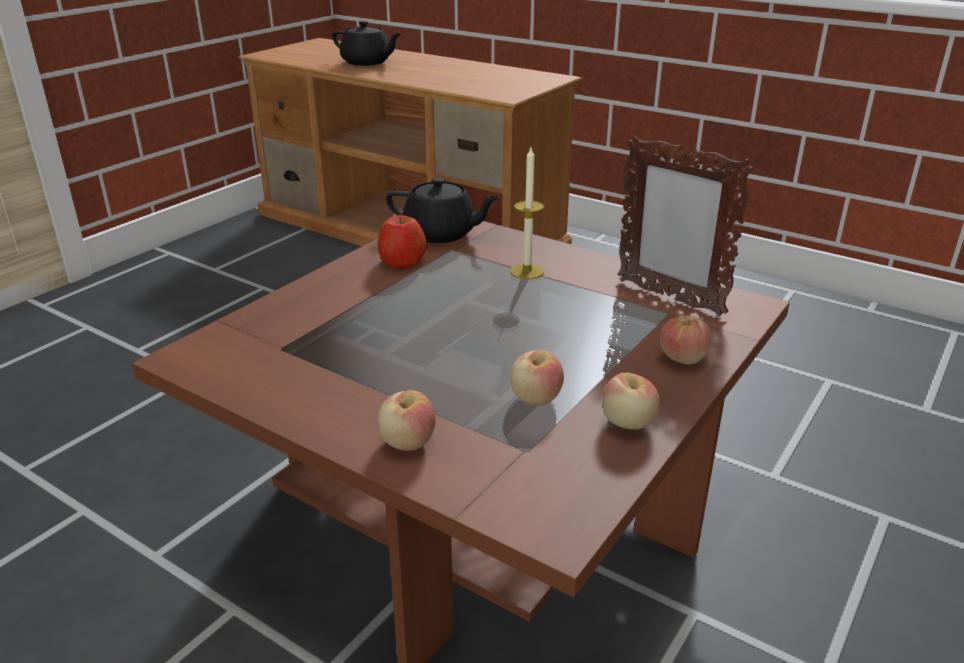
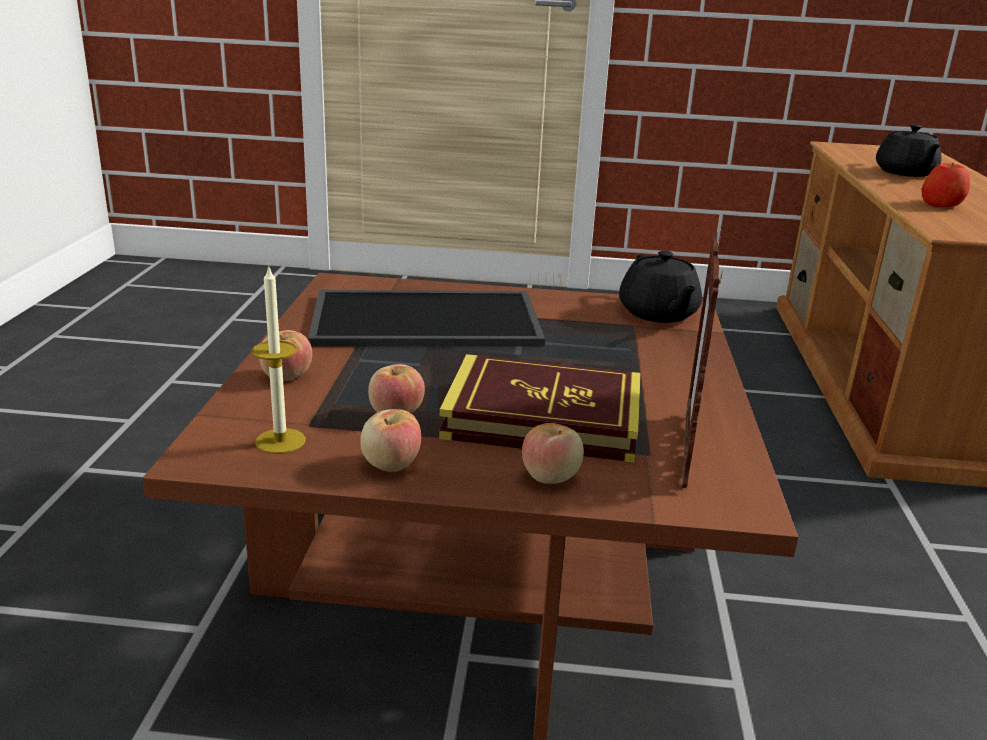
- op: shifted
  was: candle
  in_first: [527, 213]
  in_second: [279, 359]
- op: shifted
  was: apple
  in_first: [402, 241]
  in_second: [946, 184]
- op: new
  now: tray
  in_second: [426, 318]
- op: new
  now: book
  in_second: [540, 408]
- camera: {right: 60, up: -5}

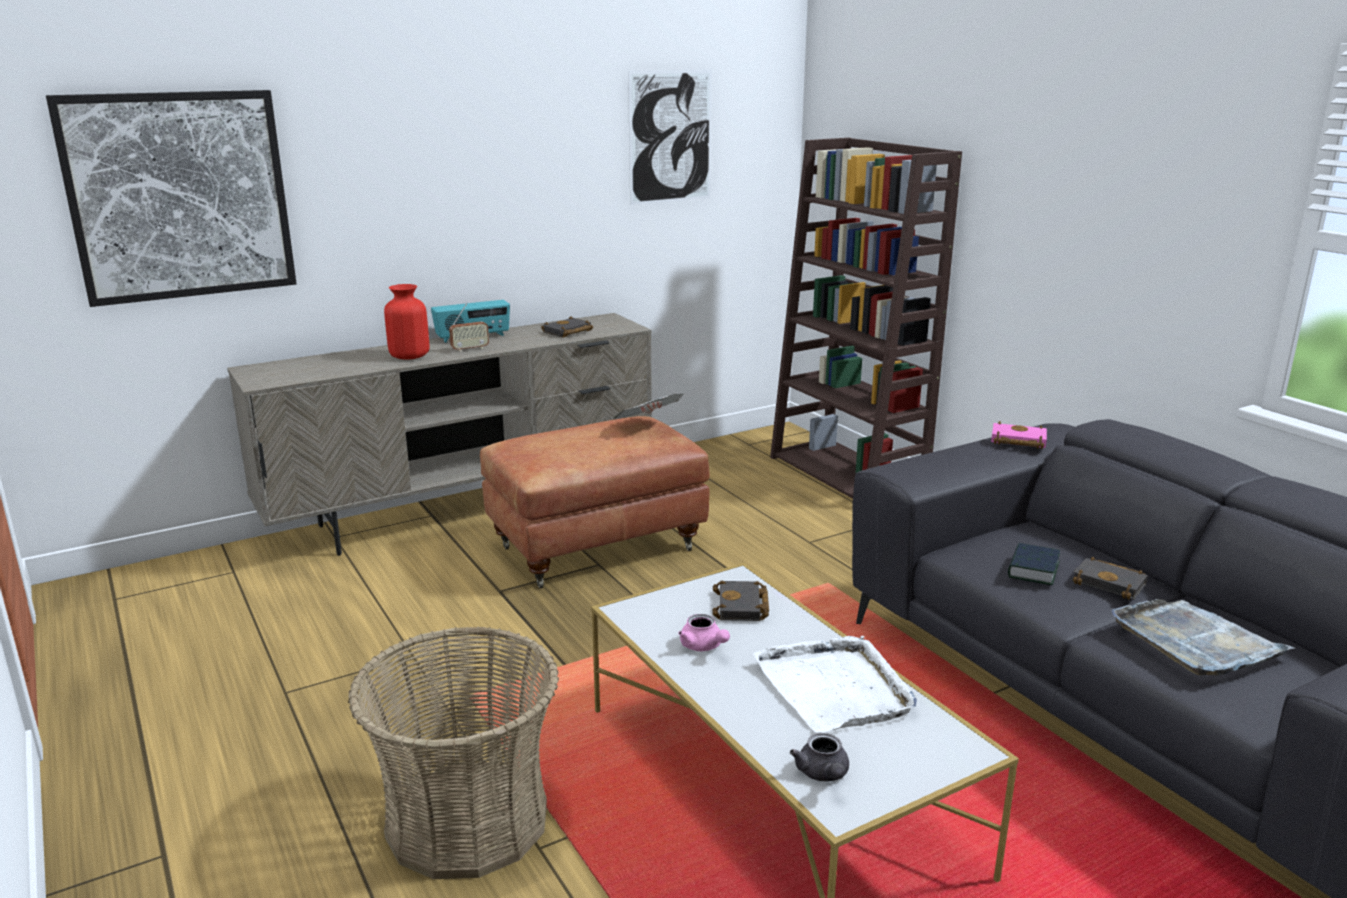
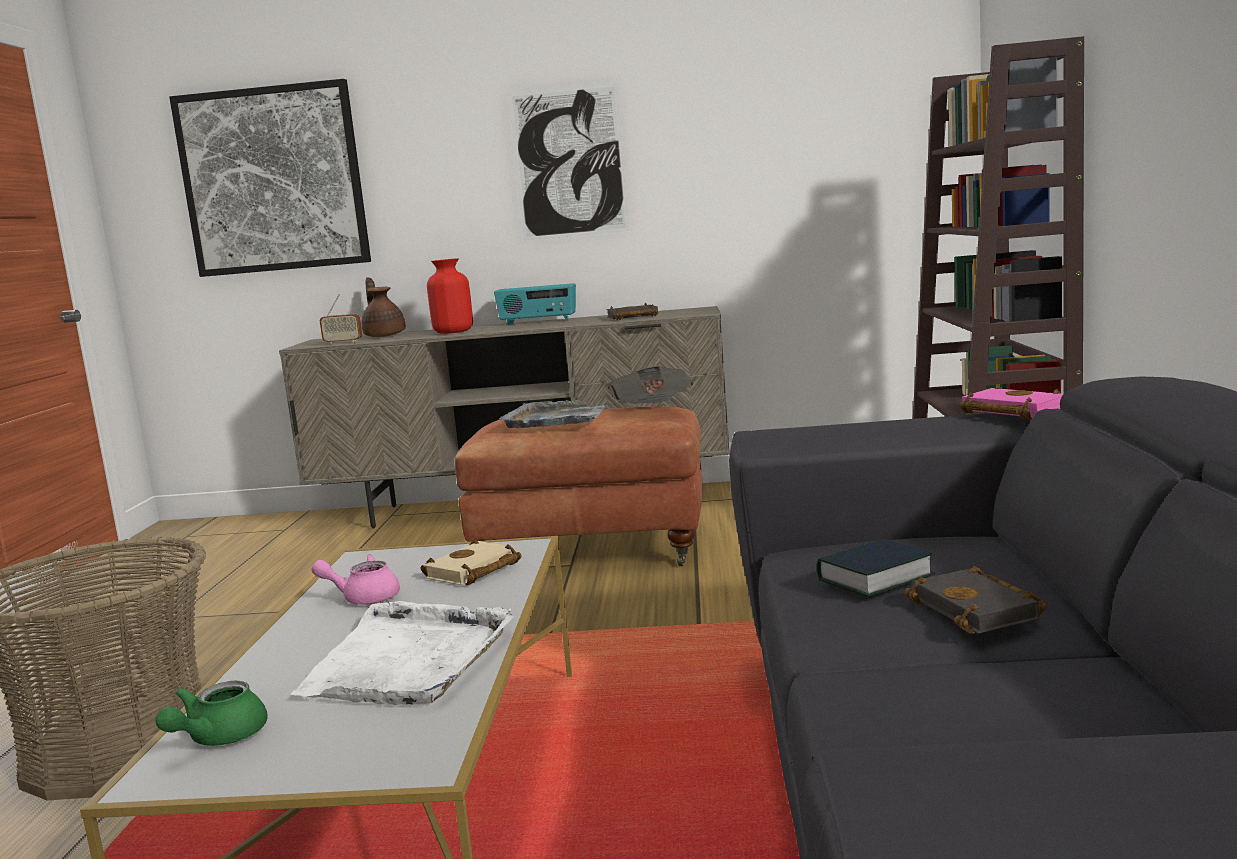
- op: shifted
  was: picture
  in_first: [670, 137]
  in_second: [568, 161]
- op: shifted
  was: radio
  in_first: [469, 328]
  in_second: [341, 319]
- op: repainted
  was: black book
  now: beige book
  in_first: [740, 601]
  in_second: [471, 562]
- op: shifted
  was: grey tray
  in_first: [1203, 637]
  in_second: [552, 414]
- op: rotated
  was: pink teapot
  in_first: [704, 632]
  in_second: [355, 579]
  clockwise: 90
- op: repainted
  was: grey teapot
  now: green teapot
  in_first: [819, 757]
  in_second: [211, 713]
- op: new
  now: brown teapot
  in_second: [383, 307]
- camera: {right: 35, up: -10}

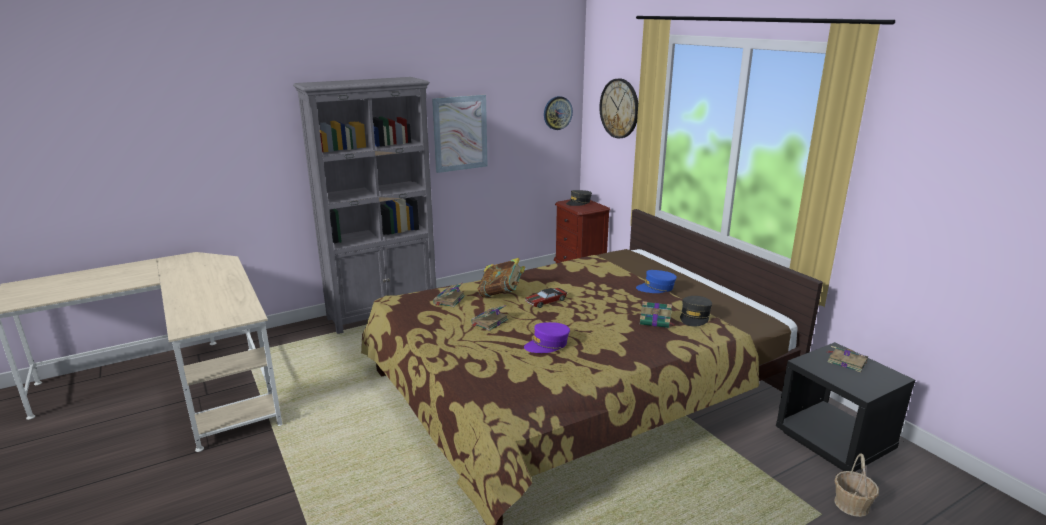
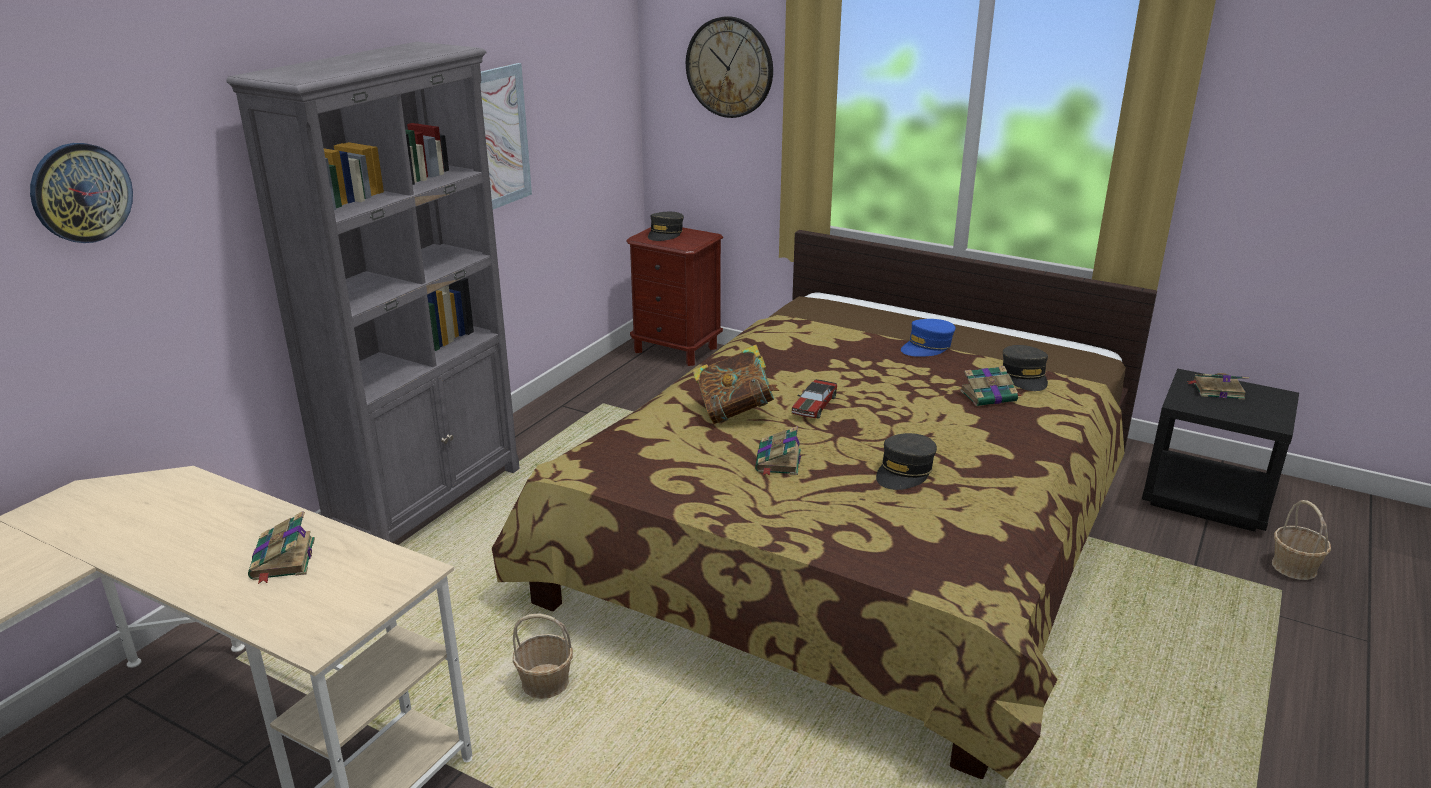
- op: shifted
  was: wall clock
  in_first: [558, 113]
  in_second: [81, 193]
- op: shifted
  was: book
  in_first: [449, 294]
  in_second: [281, 547]
- op: repainted
  was: purple cap
  now: grey cap
  in_first: [547, 337]
  in_second: [906, 461]
- op: new
  now: basket
  in_second: [543, 656]
- camera: {right: -30, up: 5}

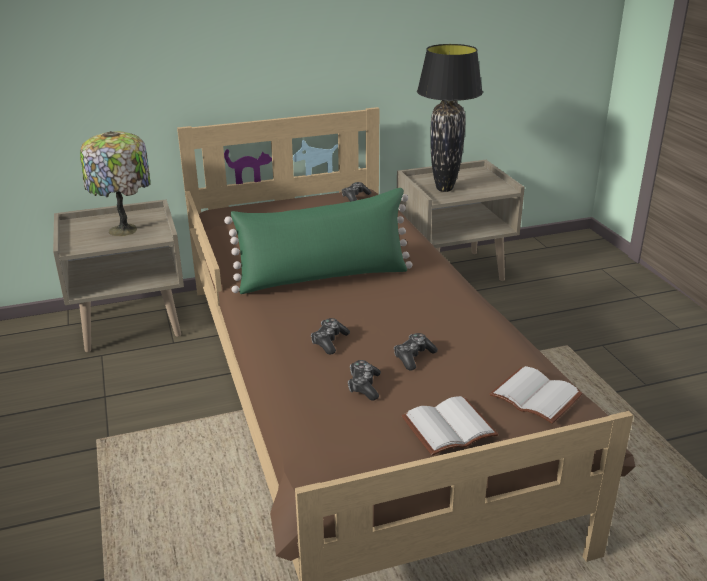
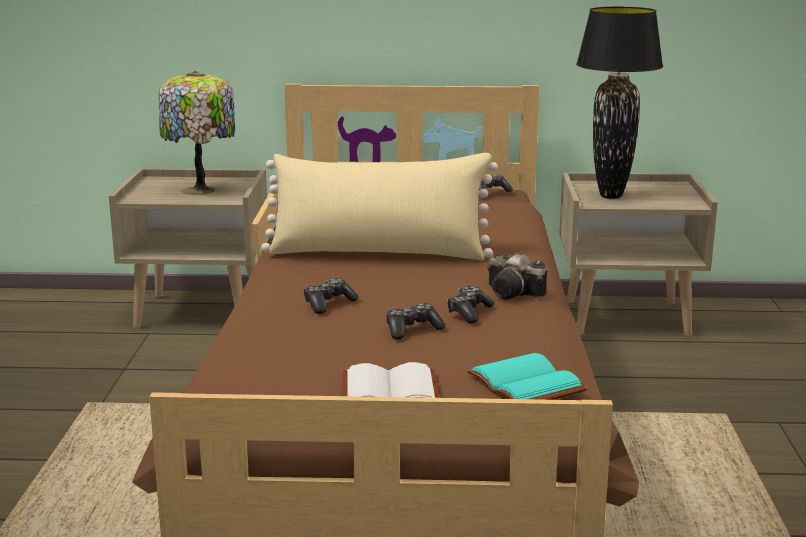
- op: repainted
  was: green pillow
  now: beige pillow
  in_first: [318, 241]
  in_second: [379, 206]
- op: shifted
  was: game controller
  in_first: [364, 380]
  in_second: [470, 304]
- op: repainted
  was: white book
  now: turquoise book
  in_first: [536, 395]
  in_second: [527, 376]
- op: new
  now: photo camera
  in_second: [517, 275]
- camera: {right: 20, up: -10}

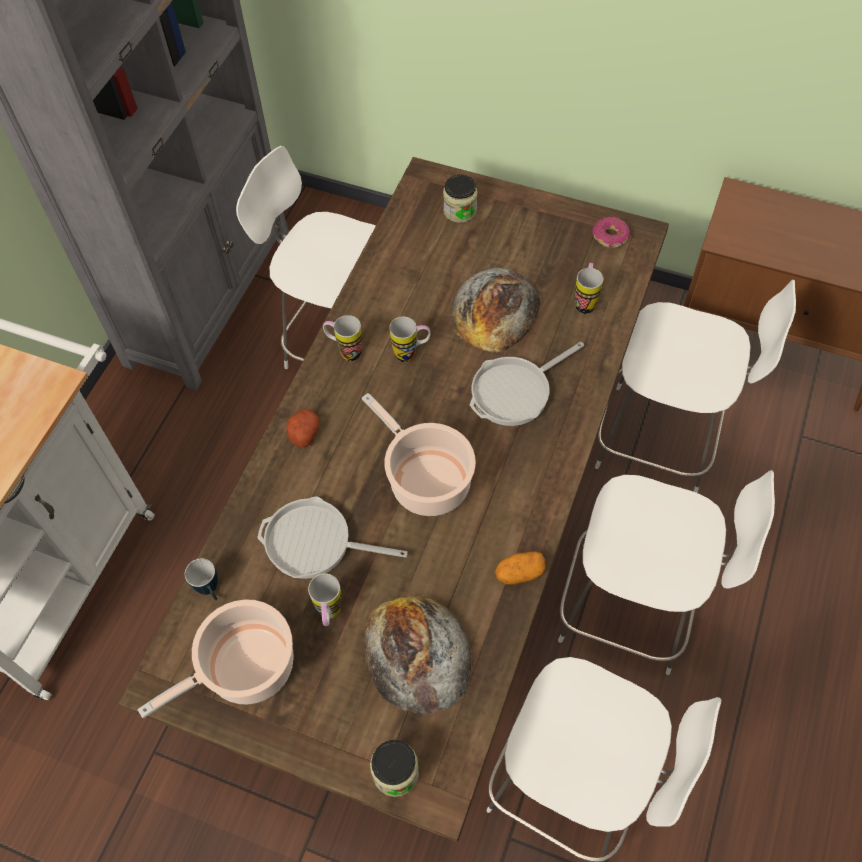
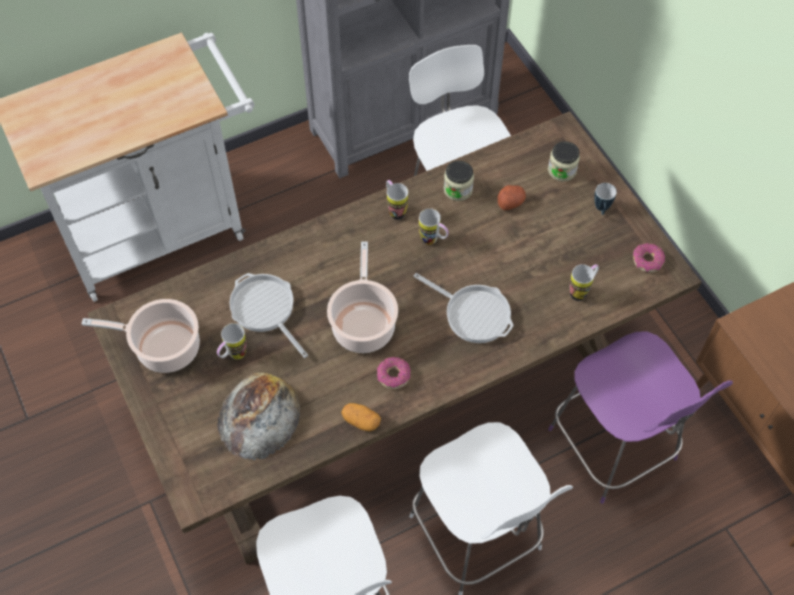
- op: gone
  was: bread
  in_first: [495, 310]
- op: repainted
  was: white chair
  now: purple chair
  in_first: [695, 386]
  in_second: [640, 417]
- op: rotated
  was: frying pan
  in_first: [527, 384]
  in_second: [464, 308]
  clockwise: -150
- op: shifted
  was: potato
  in_first: [303, 428]
  in_second: [512, 197]
- op: shifted
  was: mug
  in_first: [201, 579]
  in_second: [605, 199]
- op: shifted
  was: jar
  in_first: [394, 768]
  in_second: [459, 181]
- op: new
  now: donut
  in_second: [394, 373]
- camera: {right: 40, up: 0}

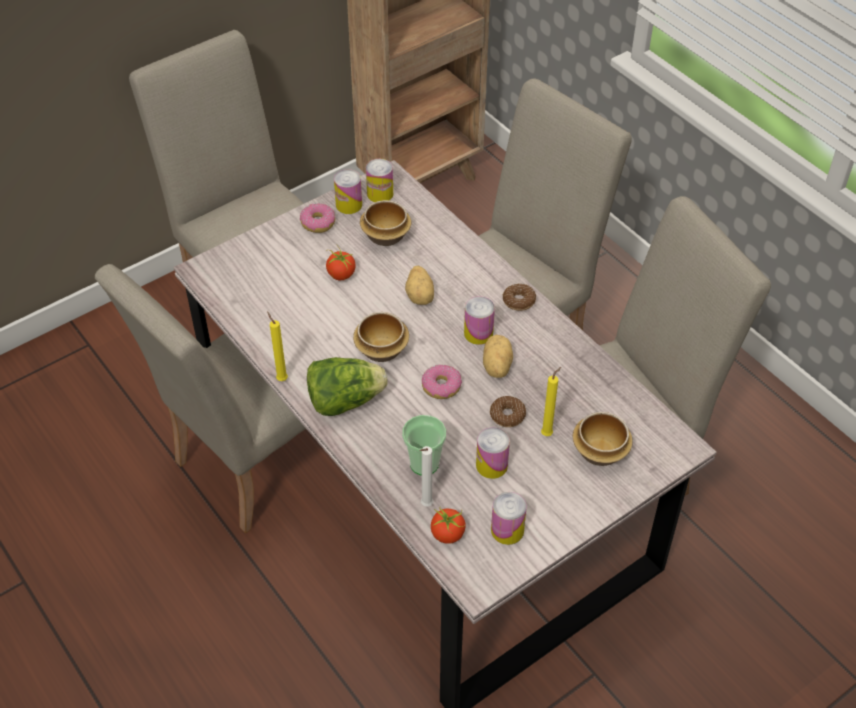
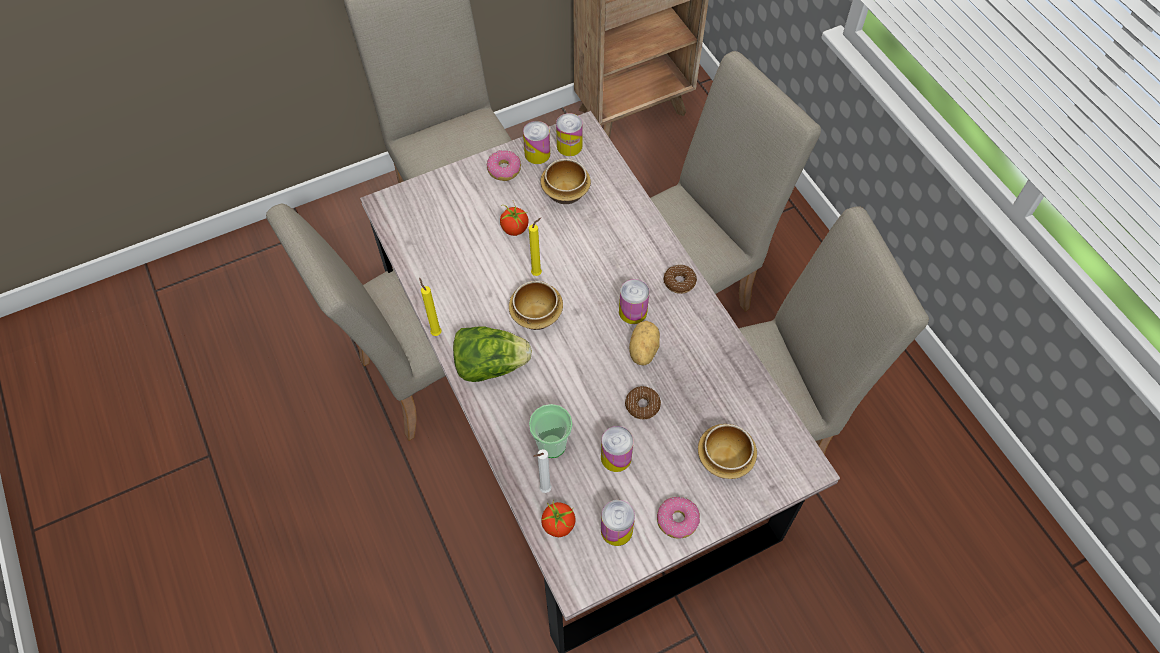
- op: gone
  was: potato
  in_first: [419, 285]
- op: shifted
  was: donut
  in_first: [442, 382]
  in_second: [678, 518]
- op: shifted
  was: yellow candle
  in_first: [551, 401]
  in_second: [535, 247]
- camera: {right: 10, up: 10}

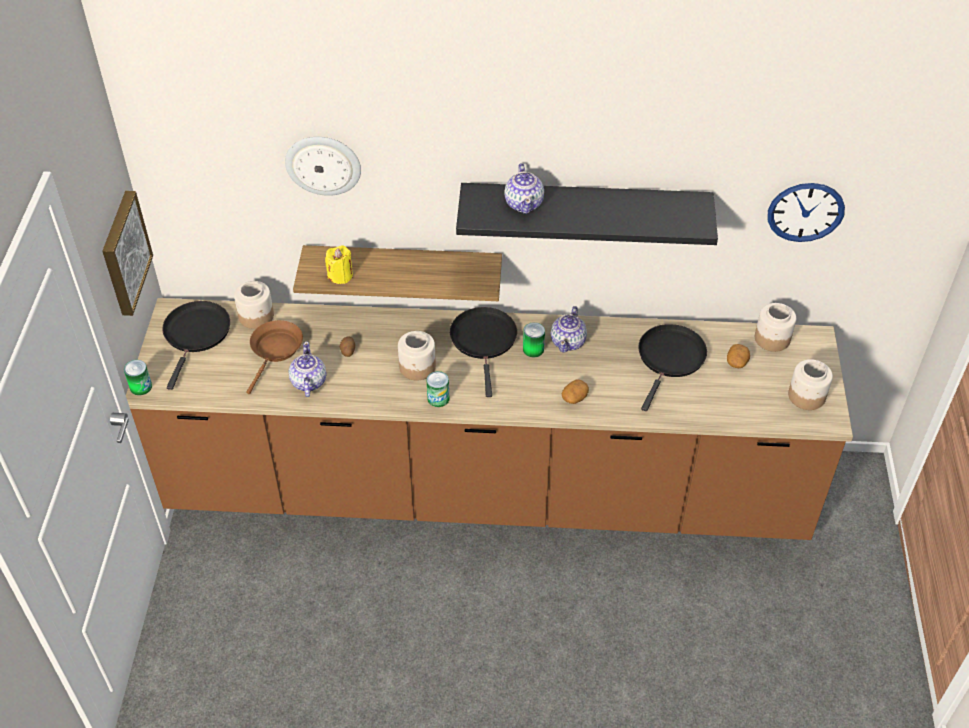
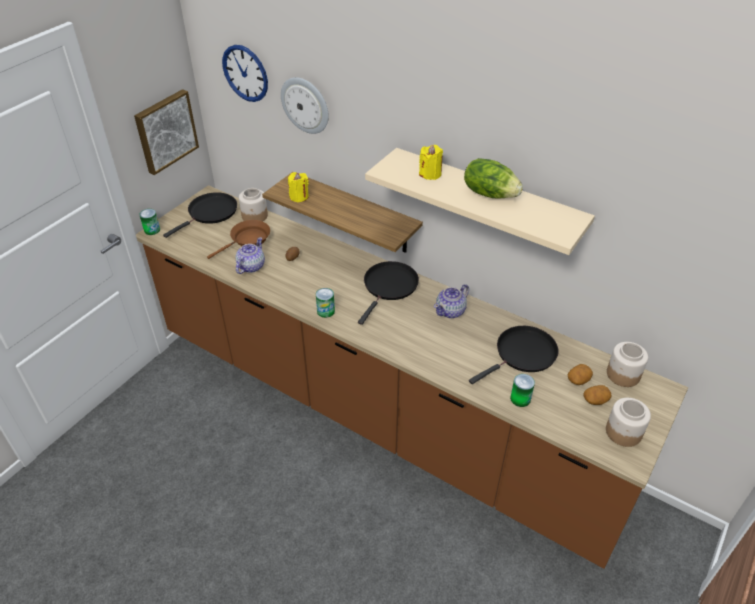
- op: swapped
  was: teapot
  now: yellow candle
  in_first: [524, 188]
  in_second: [431, 162]
- op: repainted
  was: black shelf
  now: beige shelf
  in_first: [587, 214]
  in_second: [480, 201]
- op: shifted
  was: wall clock
  in_first: [806, 212]
  in_second: [245, 73]
- op: shifted
  was: can
  in_first: [534, 339]
  in_second: [522, 390]
- op: gone
  was: jar
  in_first: [417, 356]
- op: shifted
  was: potato
  in_first: [575, 391]
  in_second: [597, 395]
- op: new
  now: lettuce
  in_second: [493, 178]
- camera: {right: 30, up: -5}

